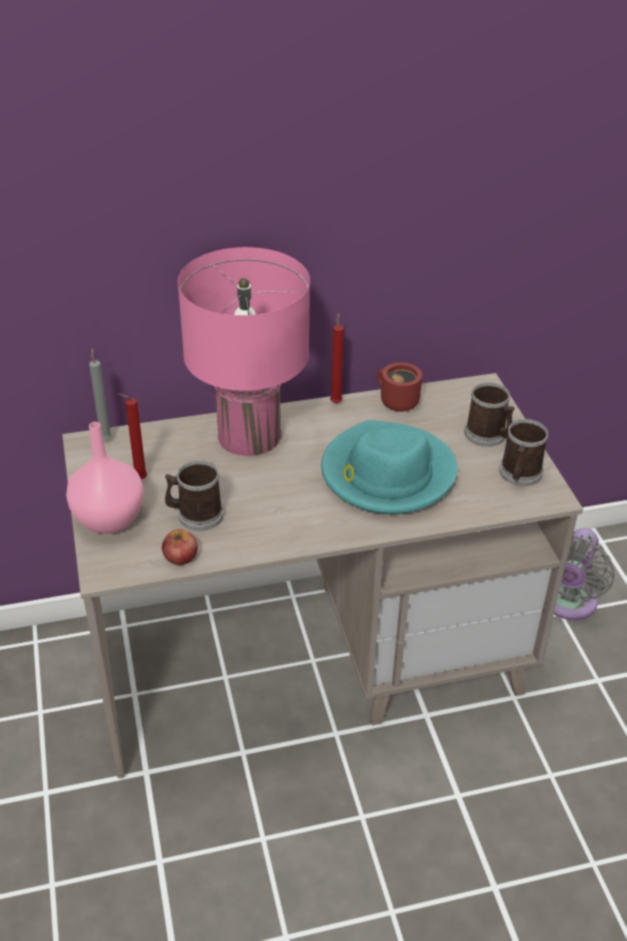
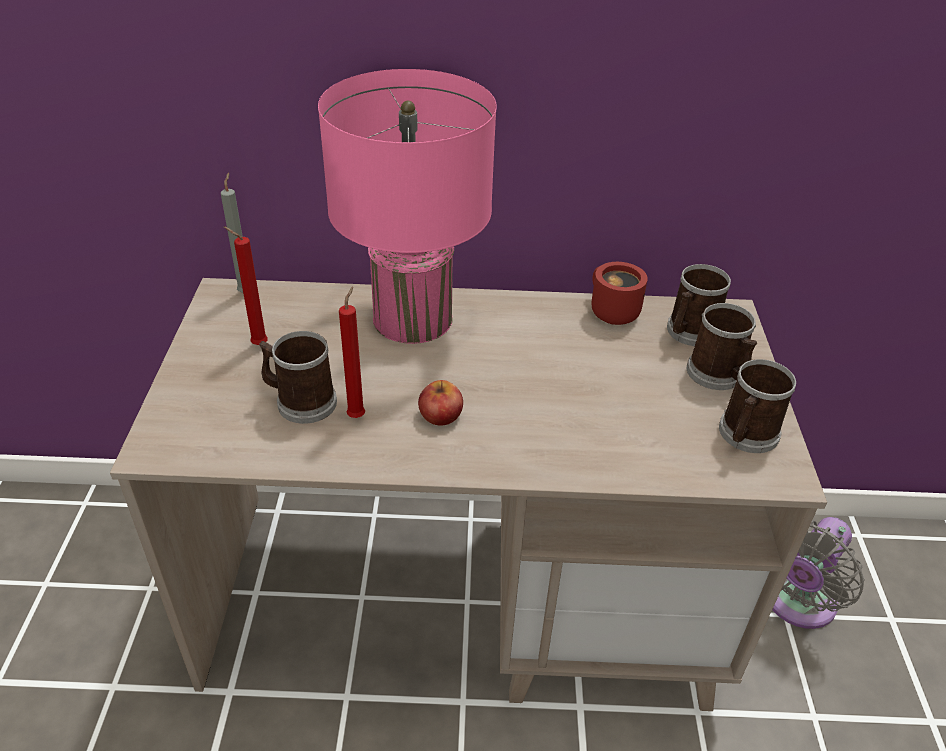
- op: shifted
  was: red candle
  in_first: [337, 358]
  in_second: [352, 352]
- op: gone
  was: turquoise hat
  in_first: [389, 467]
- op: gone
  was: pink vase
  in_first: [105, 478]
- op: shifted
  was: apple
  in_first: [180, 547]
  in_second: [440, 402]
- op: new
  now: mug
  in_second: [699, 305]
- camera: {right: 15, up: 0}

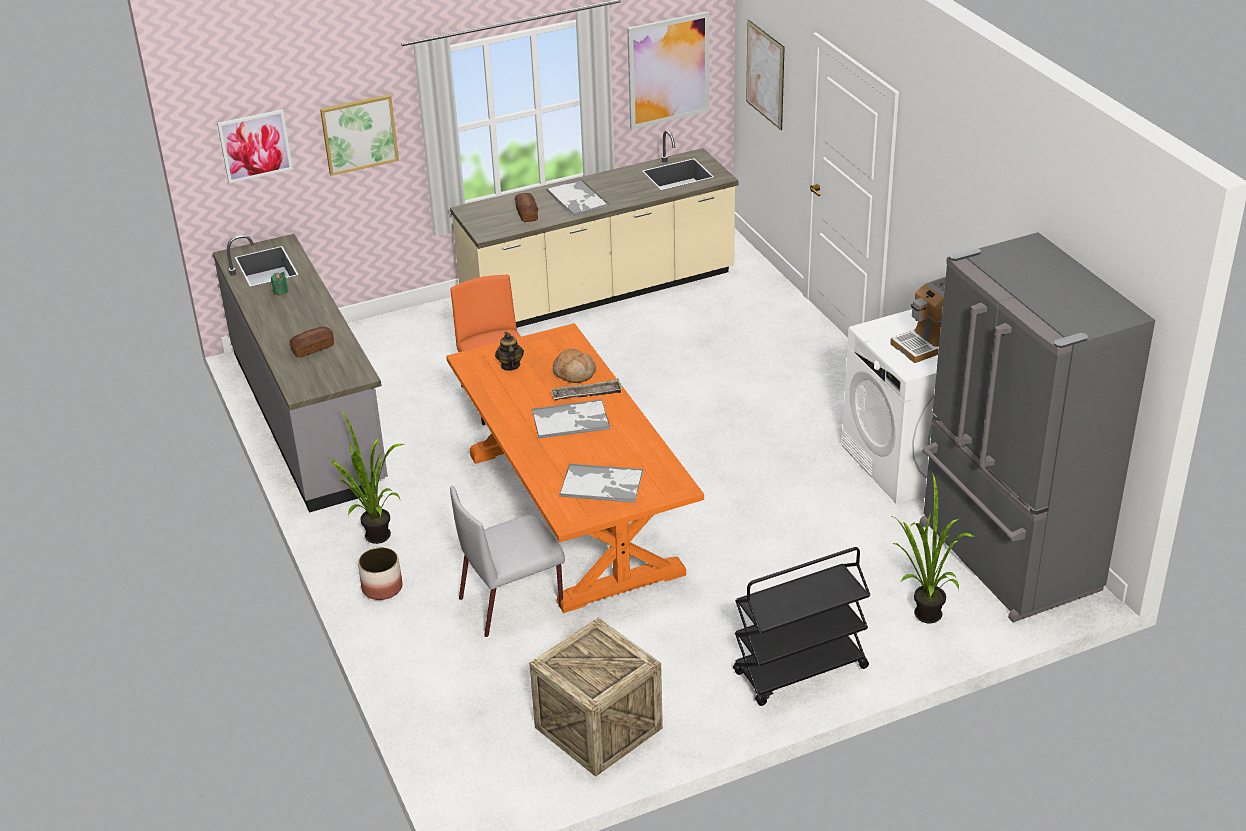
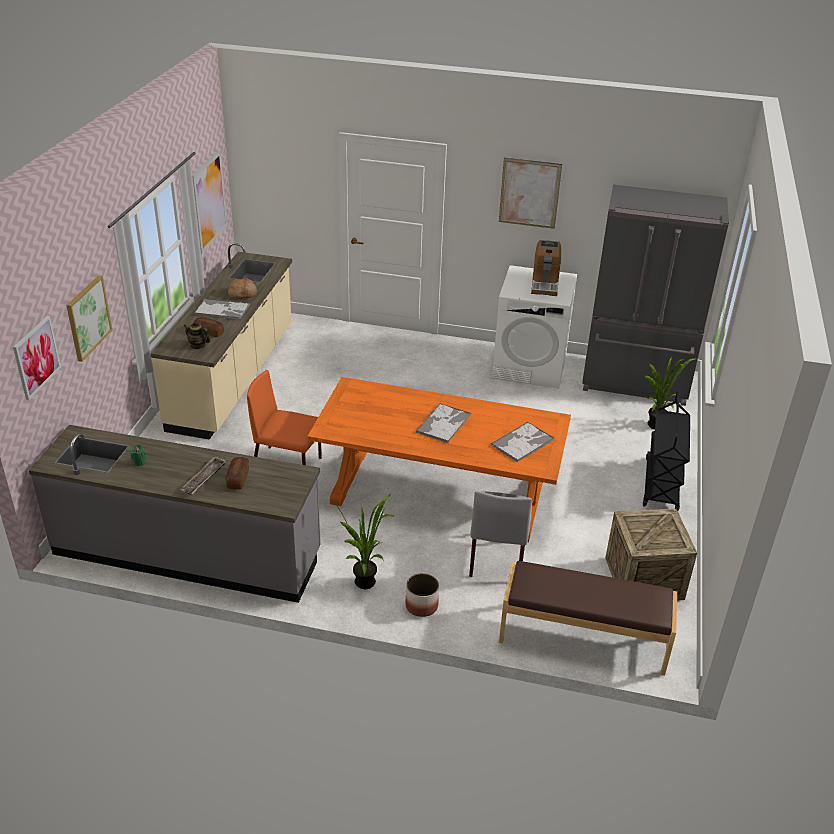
- op: shifted
  was: picture
  in_first: [765, 75]
  in_second: [530, 193]
- op: shifted
  was: teapot
  in_first: [509, 351]
  in_second: [196, 335]
- op: shifted
  was: bread
  in_first: [574, 365]
  in_second: [242, 288]
- op: shifted
  was: tray
  in_first: [587, 389]
  in_second: [203, 475]
- op: new
  now: brown bench
  in_second: [588, 618]
- camera: {right: -55, up: 0}

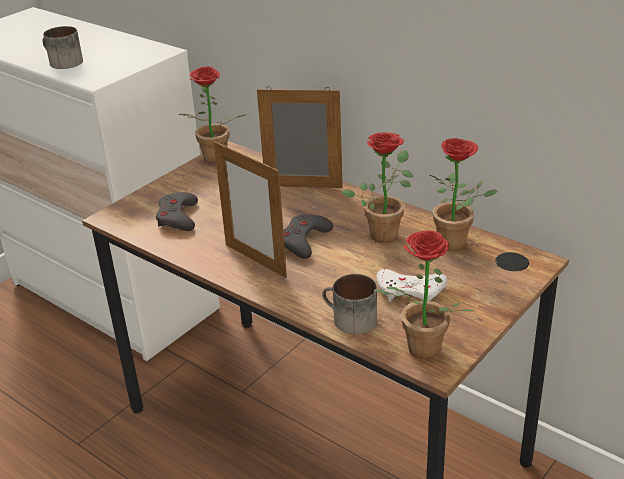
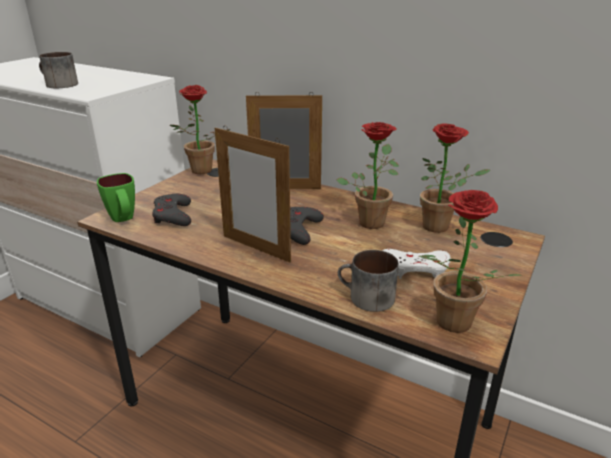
- op: new
  now: green mug
  in_second: [116, 197]
- camera: {right: -10, up: -5}

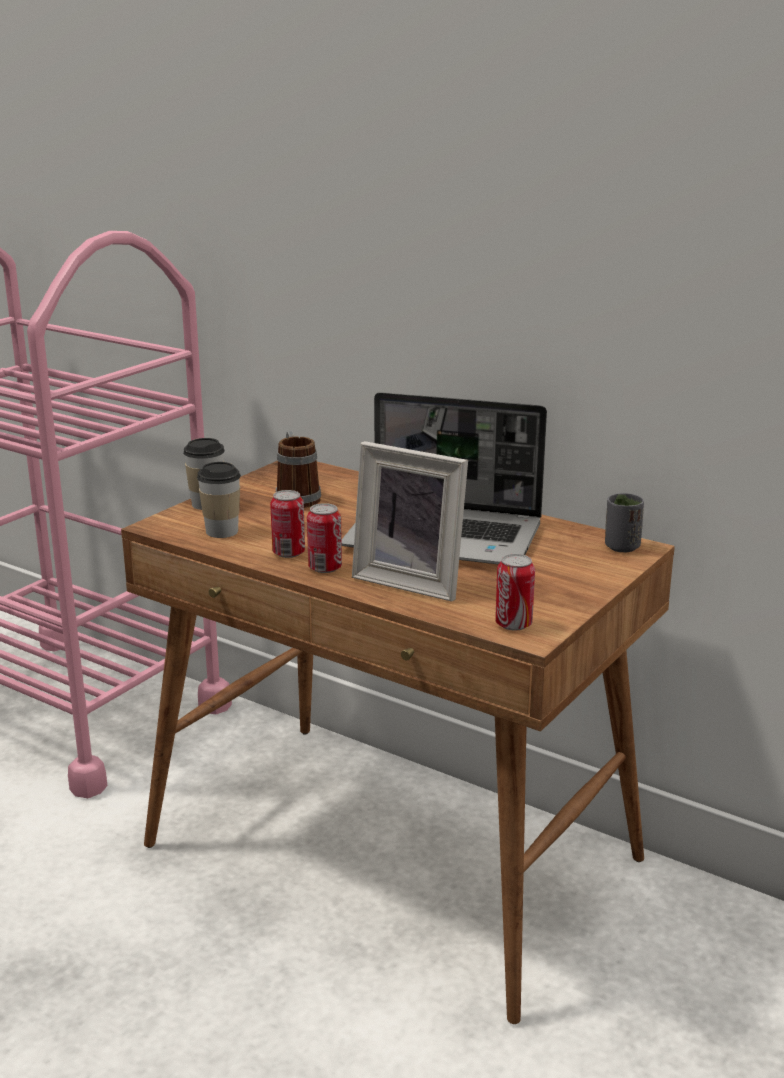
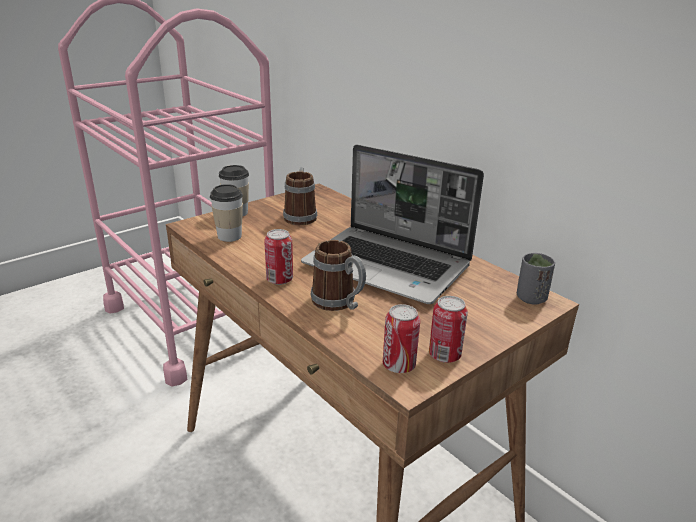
- op: swapped
  was: picture frame
  now: mug
  in_first: [410, 521]
  in_second: [338, 275]
- op: shifted
  was: can
  in_first: [287, 524]
  in_second: [448, 329]
- camera: {right: 15, up: 5}

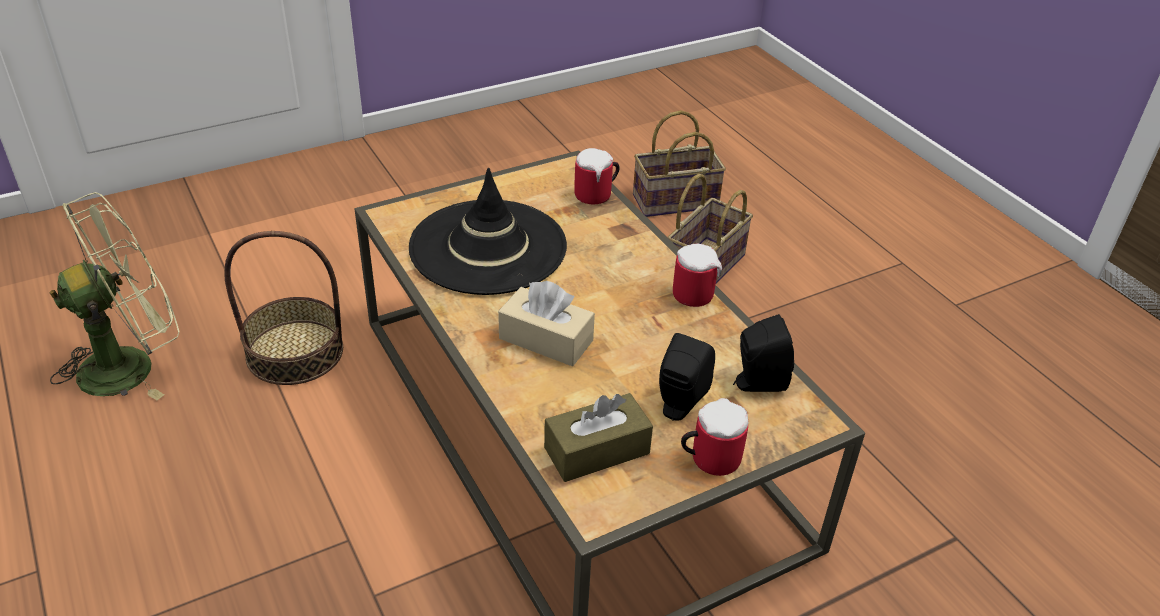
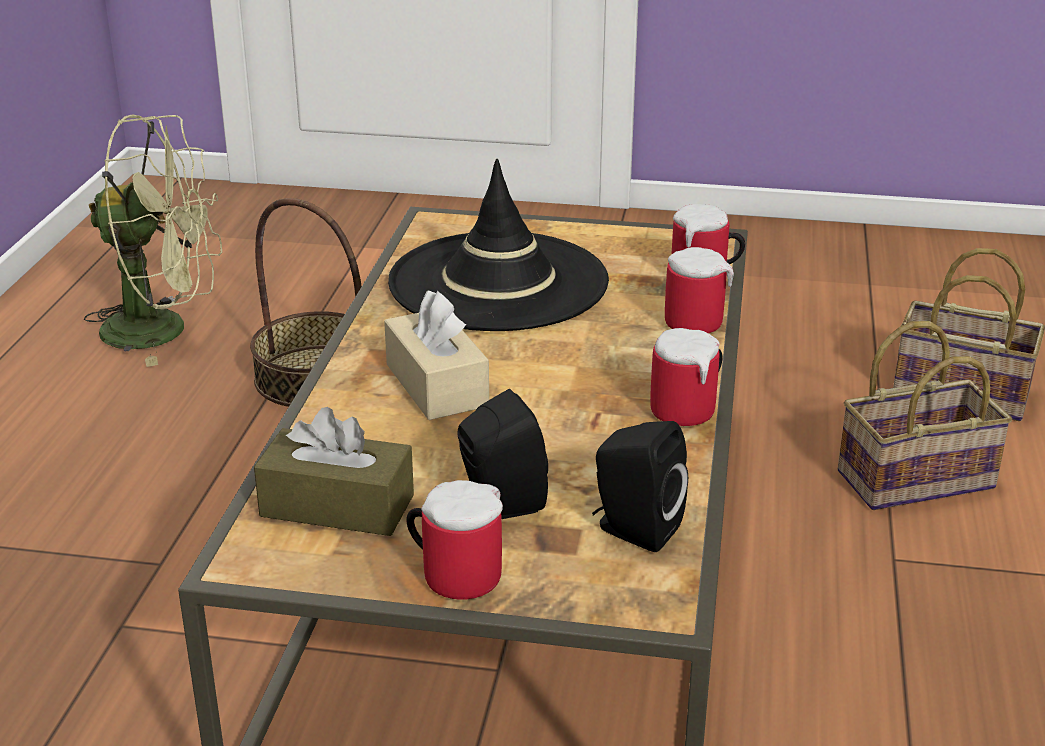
- op: new
  now: mug
  in_second: [699, 290]
- camera: {right: 40, up: -10}

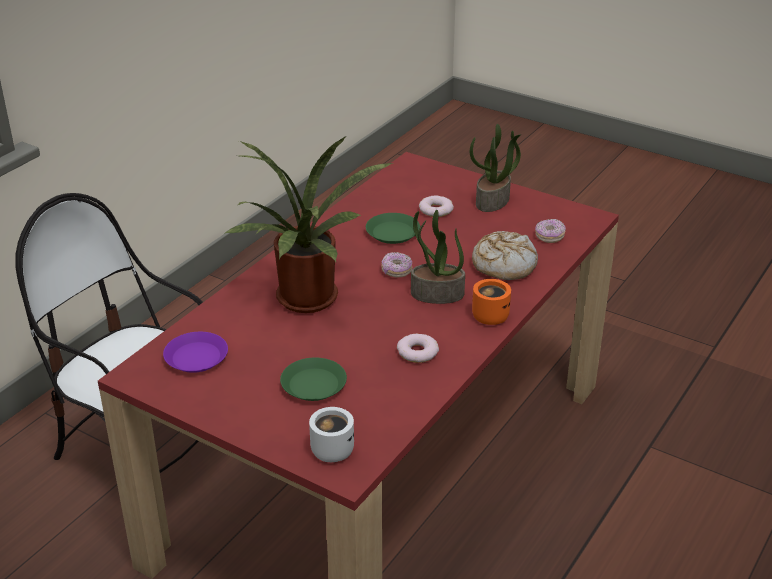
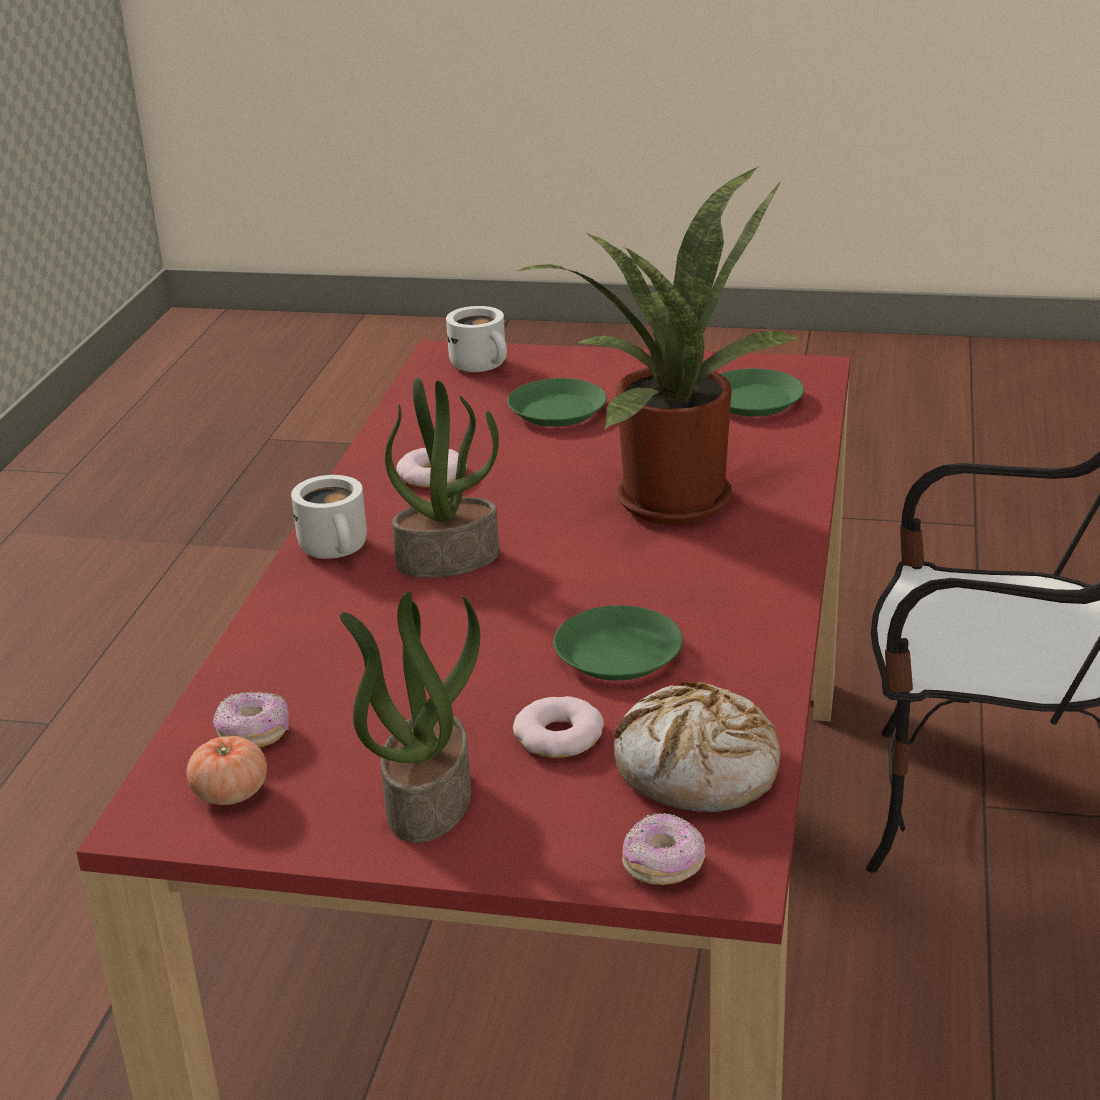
- op: shifted
  was: bread
  in_first: [505, 255]
  in_second: [697, 747]
- op: shifted
  was: donut
  in_first: [396, 265]
  in_second: [663, 849]
- op: repainted
  was: orange mug
  now: white mug
  in_first: [491, 302]
  in_second: [329, 517]
- op: repainted
  was: purple plate
  now: green plate
  in_first: [195, 352]
  in_second: [762, 392]
- op: new
  now: tomato
  in_second: [227, 770]
- camera: {right: 160, up: -5}

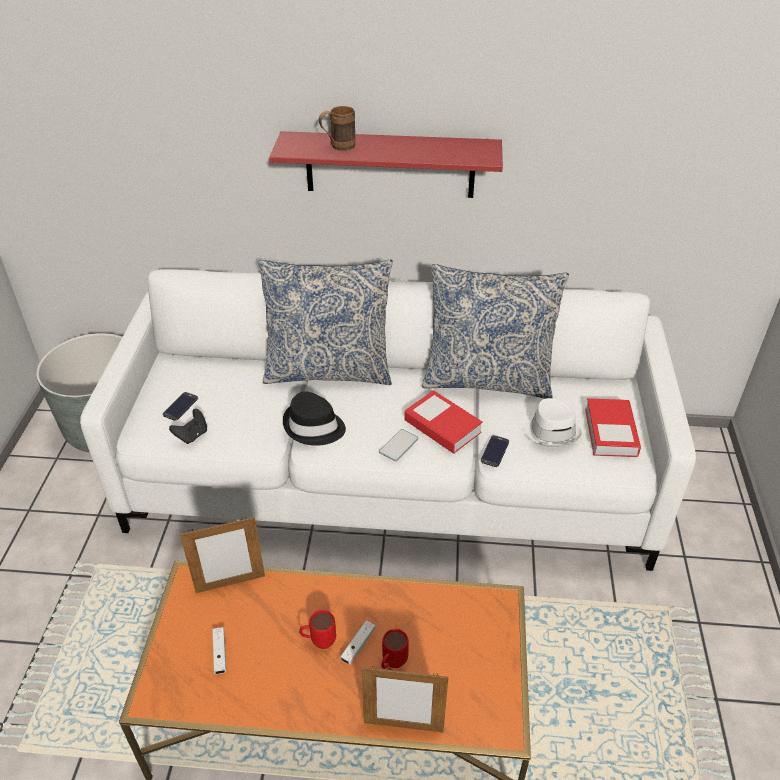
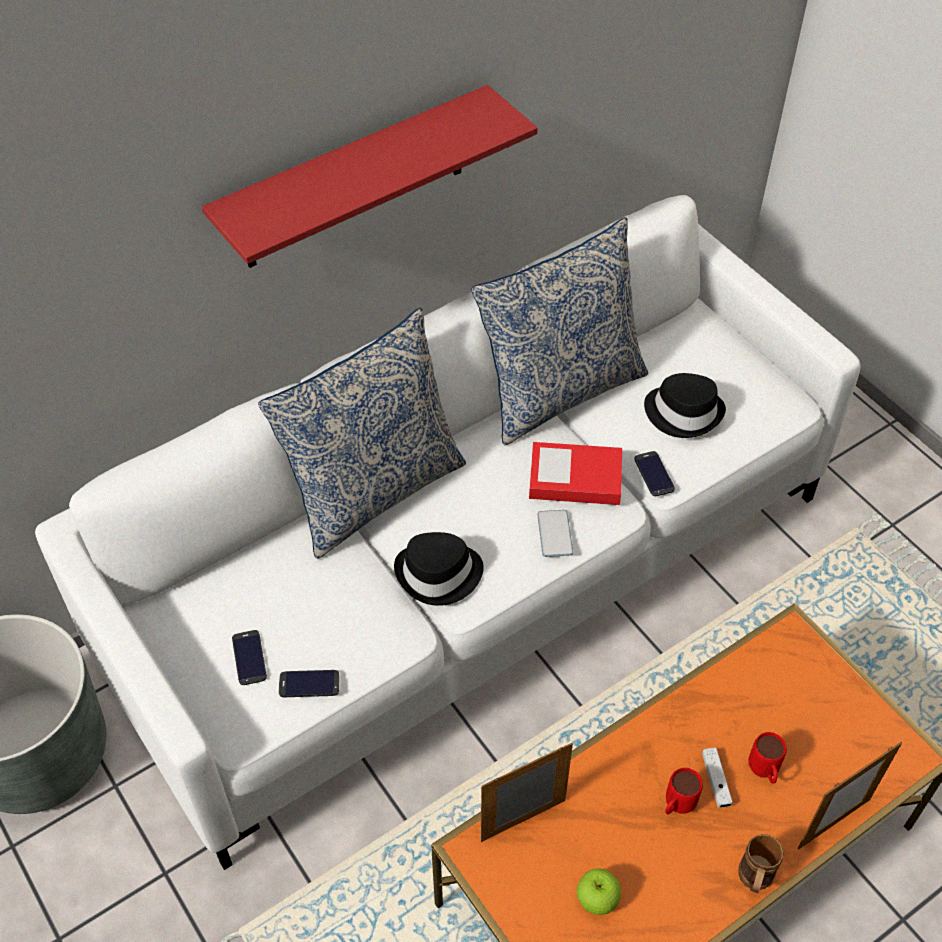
- op: shifted
  was: brown mug
  in_first: [337, 128]
  in_second: [760, 863]
- op: repainted
  was: white hat
  now: black hat
  in_first: [553, 422]
  in_second: [685, 405]
- op: gone
  was: book
  in_first: [613, 427]
- op: swapped
  was: black game controller
  now: phone
  in_first: [188, 426]
  in_second: [309, 683]
- op: rotated
  was: picture frame
  in_first: [222, 555]
  in_second: [527, 792]
  clockwise: -150
- op: swapped
  was: white game controller
  now: apple
  in_first: [219, 650]
  in_second: [599, 891]
- camera: {right: -40, up: 10}

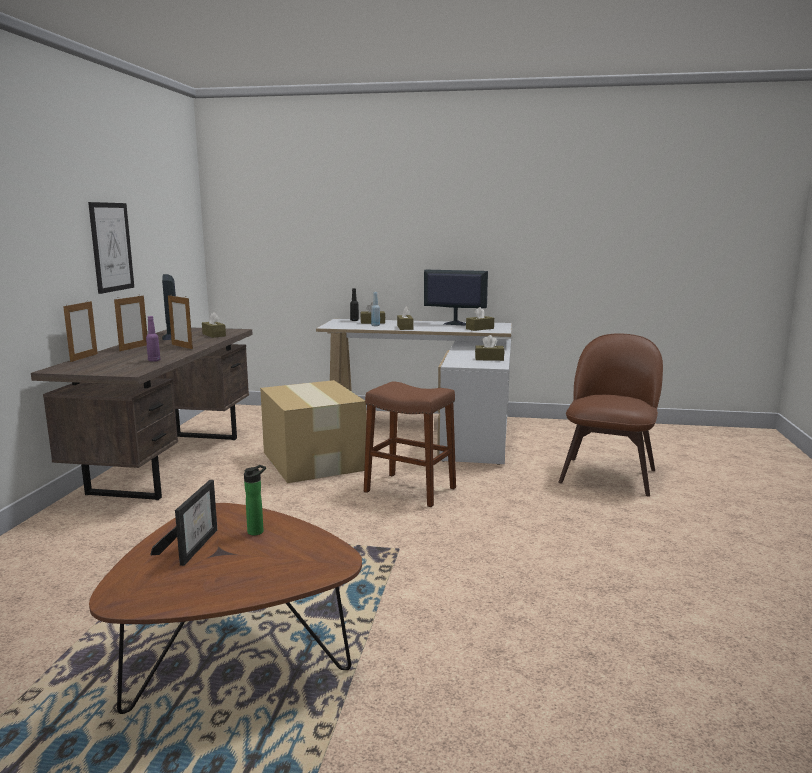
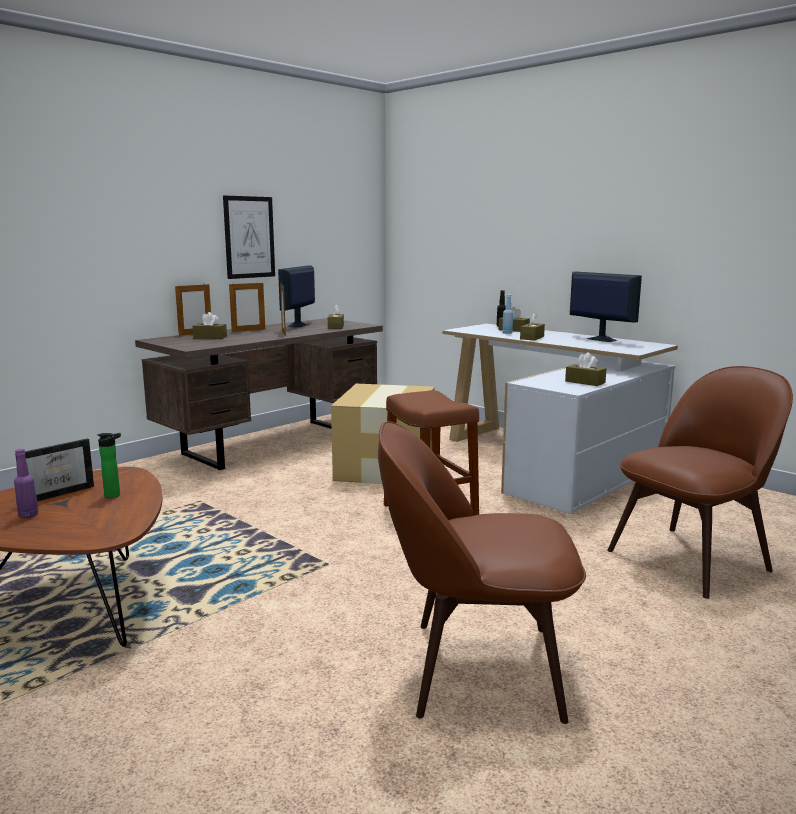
- op: shifted
  was: brown tissue box
  in_first: [480, 319]
  in_second: [210, 325]
- op: shifted
  was: purple bottle
  in_first: [153, 339]
  in_second: [26, 483]
- op: new
  now: brown chair
  in_second: [482, 572]
- camera: {right: 35, up: 0}

